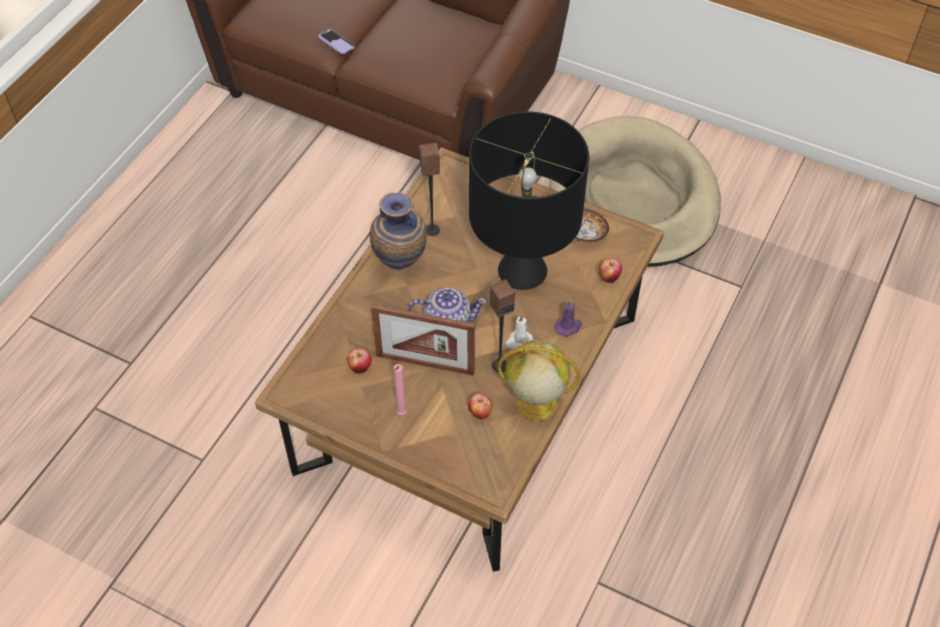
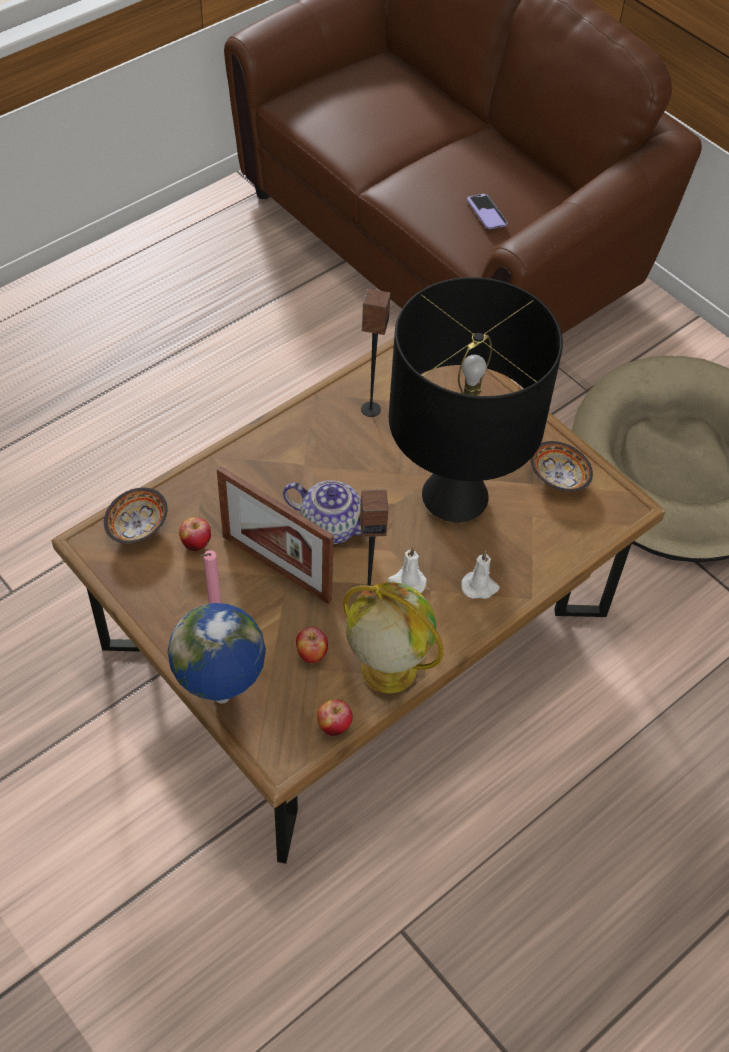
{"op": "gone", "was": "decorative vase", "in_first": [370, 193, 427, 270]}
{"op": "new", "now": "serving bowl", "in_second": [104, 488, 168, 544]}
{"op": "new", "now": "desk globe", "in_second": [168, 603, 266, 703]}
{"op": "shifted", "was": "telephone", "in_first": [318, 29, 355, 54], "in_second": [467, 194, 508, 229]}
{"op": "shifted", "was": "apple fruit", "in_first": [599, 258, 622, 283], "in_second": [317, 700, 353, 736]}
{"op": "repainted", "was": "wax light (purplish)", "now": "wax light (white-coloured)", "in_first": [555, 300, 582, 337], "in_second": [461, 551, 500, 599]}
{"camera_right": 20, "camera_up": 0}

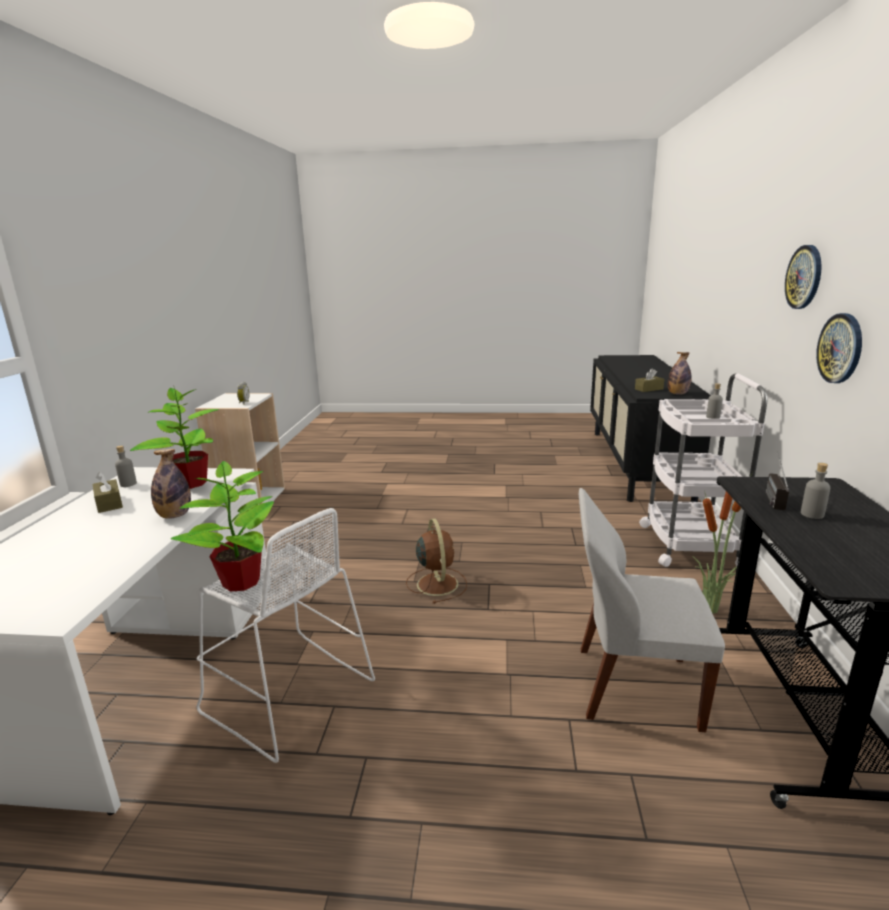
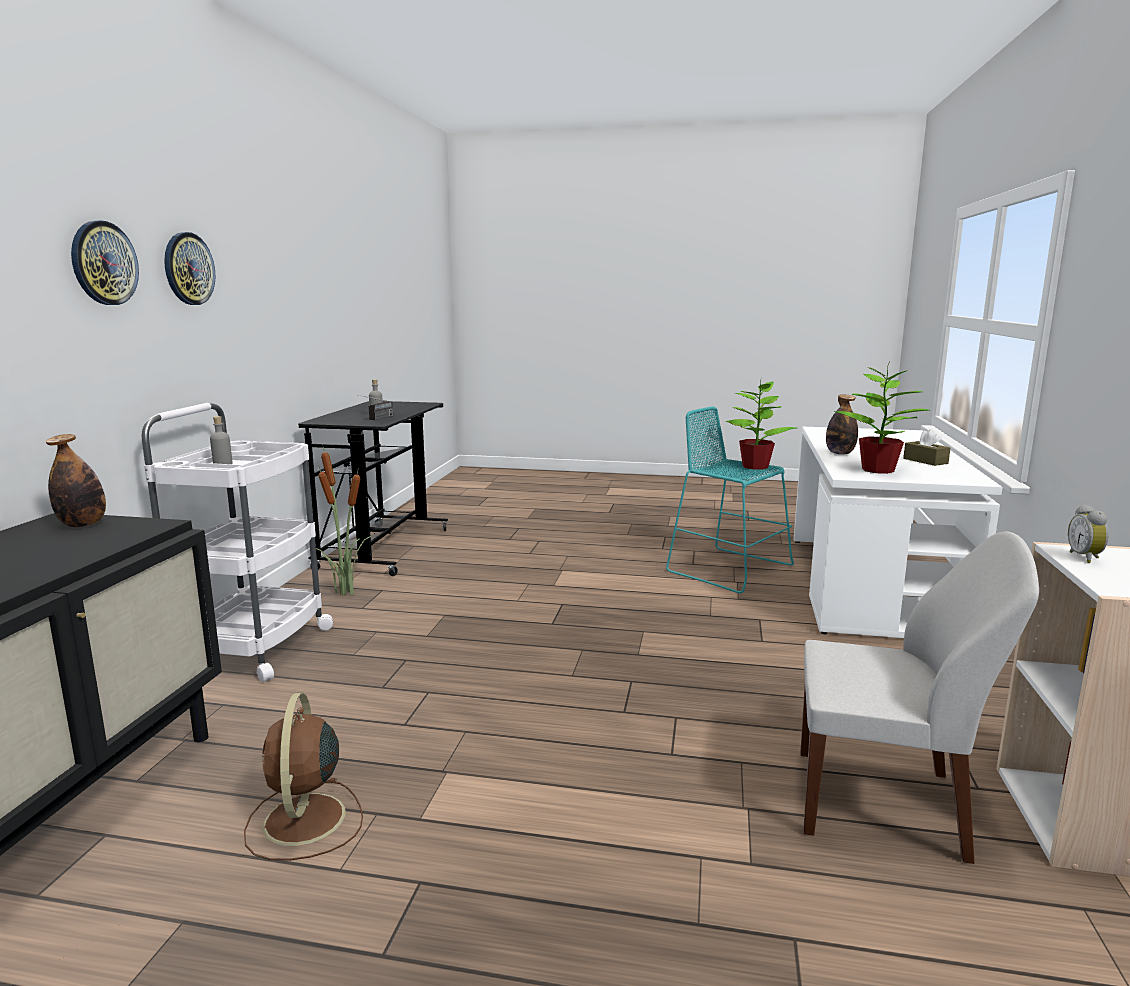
{"op": "gone", "was": "drink bottle (grey)", "in_first": [115, 446, 137, 487]}
{"op": "gone", "was": "tissue box (brown)", "in_first": [635, 369, 664, 392]}
{"op": "shifted", "was": "fan (brown)", "in_first": [406, 518, 467, 604], "in_second": [244, 692, 363, 861]}
{"op": "shifted", "was": "chair (white-coloured)", "in_first": [579, 488, 725, 733], "in_second": [801, 531, 1039, 864]}
{"op": "shifted", "was": "clock on the wall", "in_first": [816, 313, 862, 383], "in_second": [71, 220, 139, 305]}
{"op": "repainted", "was": "stool (white-coloured)", "now": "stool (blue-green)", "in_first": [196, 508, 375, 763], "in_second": [666, 406, 794, 593]}
{"camera_right": -175, "camera_up": -5}

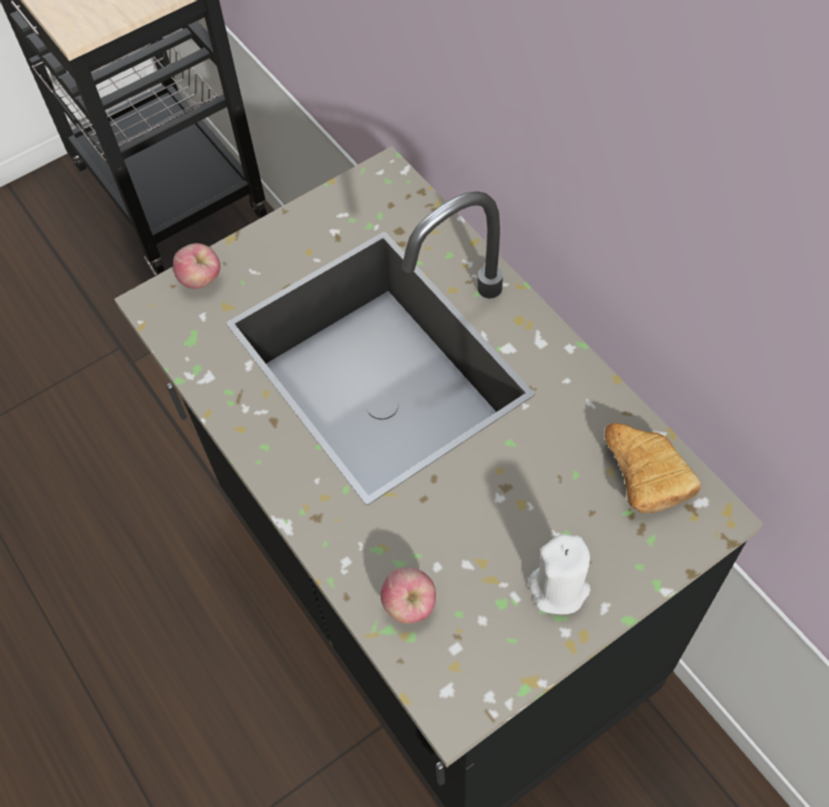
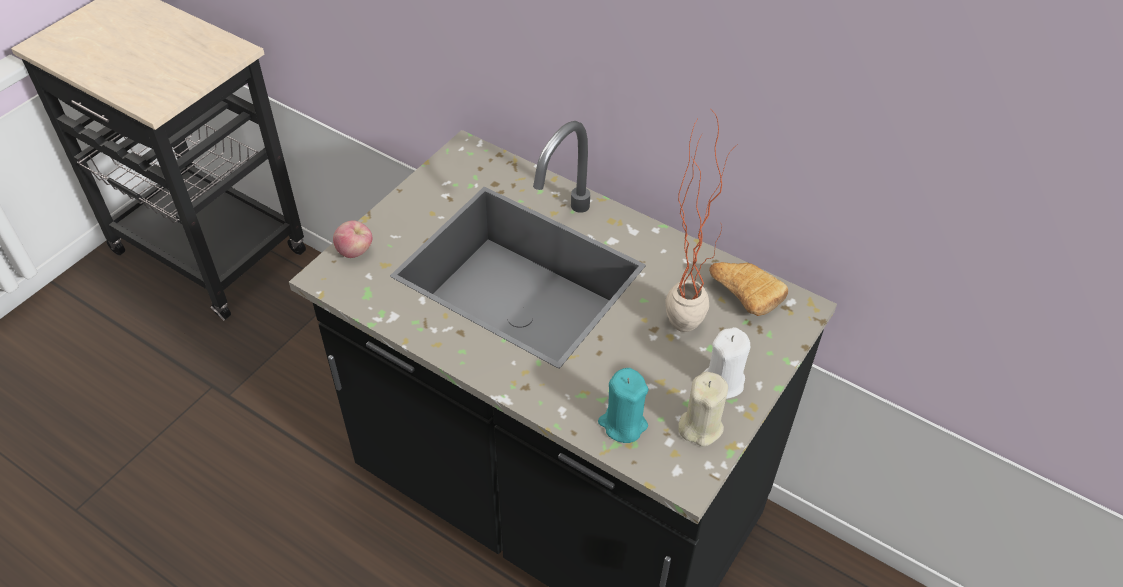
{"op": "new", "now": "houseplant", "in_second": [666, 113, 738, 332]}
{"op": "new", "now": "wax light (beige-coloured)", "in_second": [678, 371, 728, 447]}
{"op": "swapped", "was": "apple fruit", "now": "wax light (blue-green)", "in_first": [380, 568, 436, 623], "in_second": [598, 368, 649, 443]}
{"camera_right": -25, "camera_up": -10}

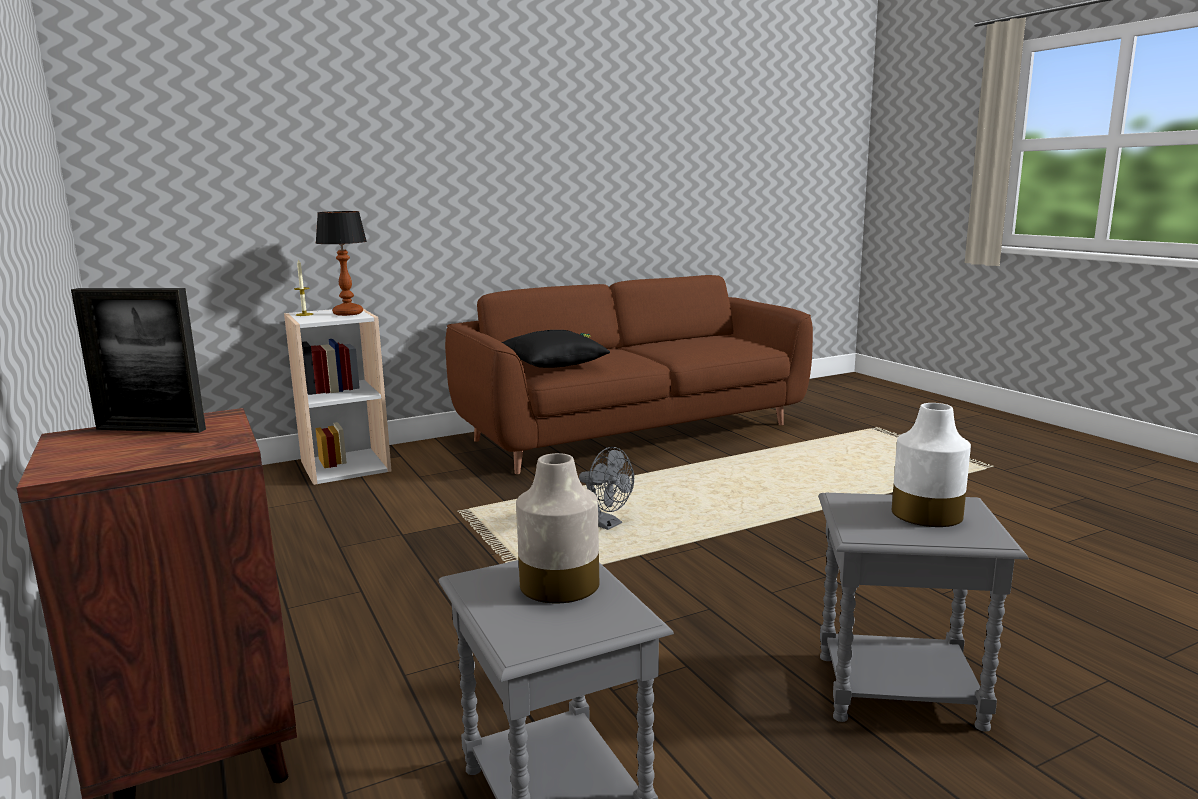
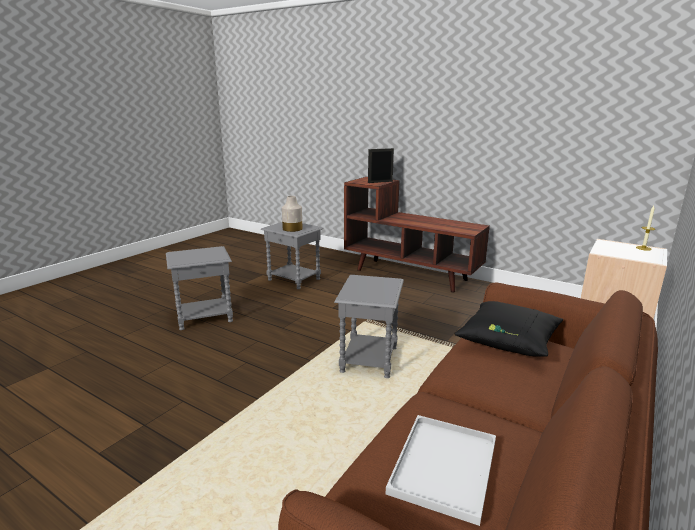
{"op": "gone", "was": "lamp for a table", "in_first": [316, 211, 367, 316]}
{"op": "gone", "was": "decorative vase (white-coloured)", "in_first": [892, 403, 971, 527]}
{"op": "new", "now": "tray (white-coloured)", "in_second": [386, 415, 496, 526]}
{"op": "swapped", "was": "fan (grey)", "now": "side table (grey)", "in_first": [579, 447, 634, 530], "in_second": [334, 275, 404, 378]}
{"camera_right": 150, "camera_up": 5}

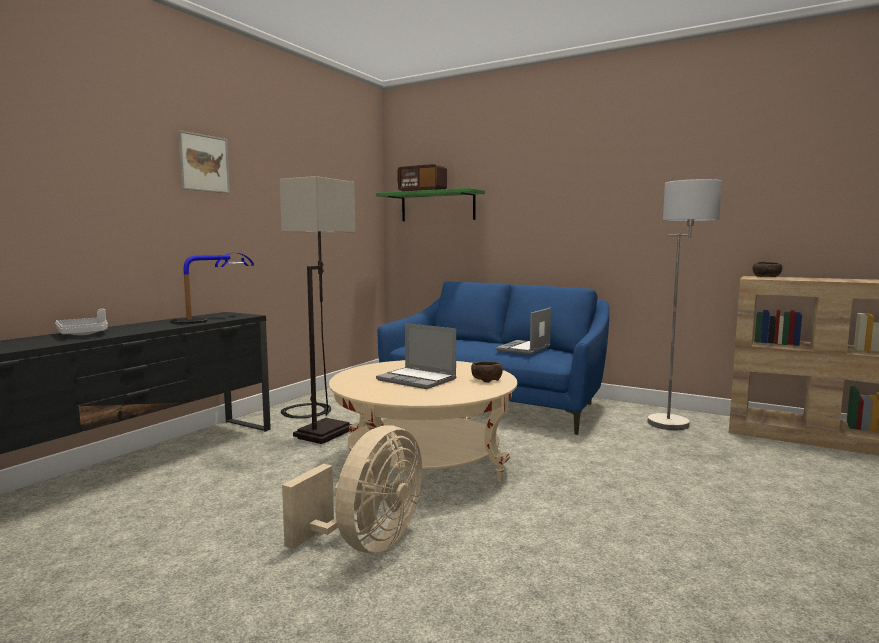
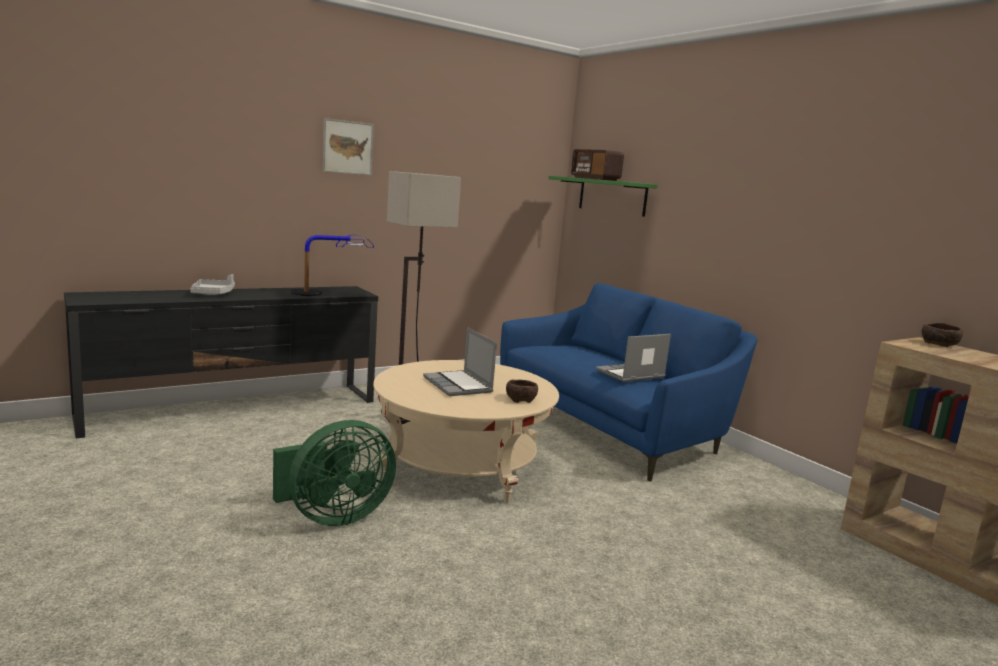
{"op": "gone", "was": "floor lamp (grey)", "in_first": [648, 179, 722, 430]}
{"op": "repainted", "was": "fan (beige-coloured)", "now": "fan (green-coloured)", "in_first": [282, 425, 422, 553], "in_second": [273, 420, 396, 526]}
{"camera_right": 25, "camera_up": 5}

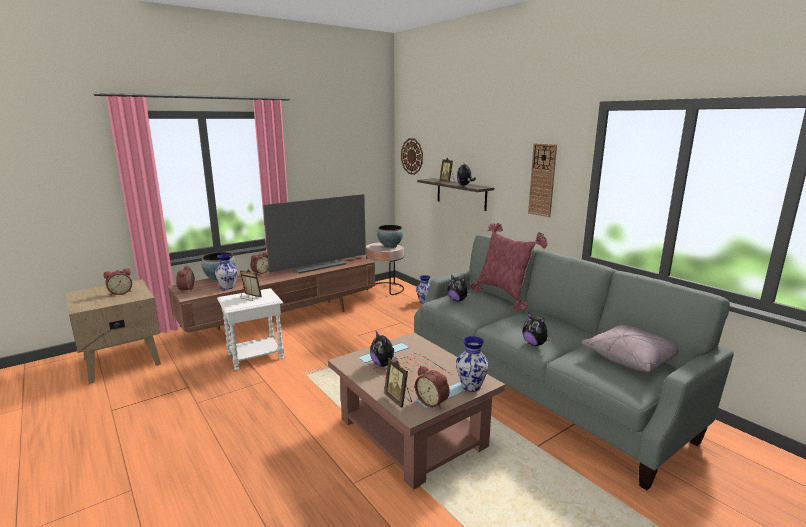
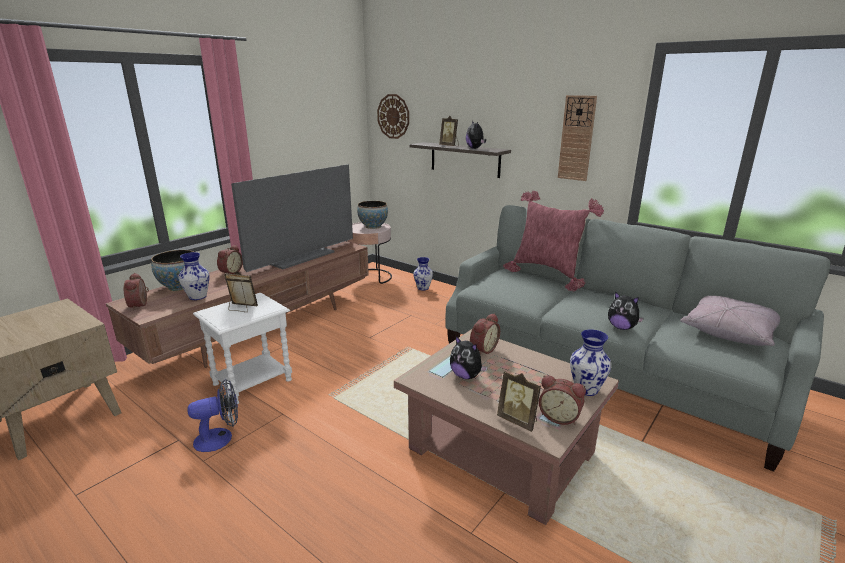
{"op": "gone", "was": "cuddly toy", "in_first": [447, 274, 471, 301]}
{"op": "new", "now": "fan", "in_second": [187, 379, 238, 452]}
{"op": "shifted", "was": "alarm clock", "in_first": [103, 268, 132, 296], "in_second": [470, 313, 500, 354]}
{"camera_right": -15, "camera_up": 5}

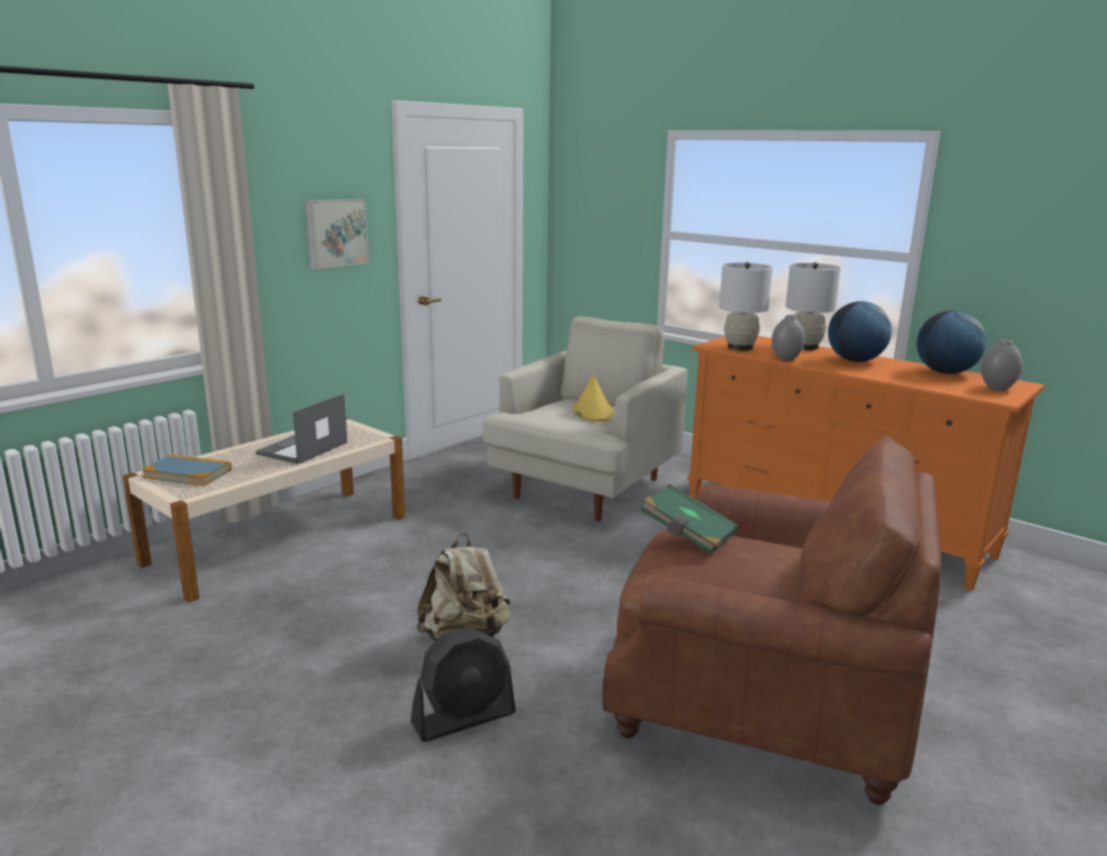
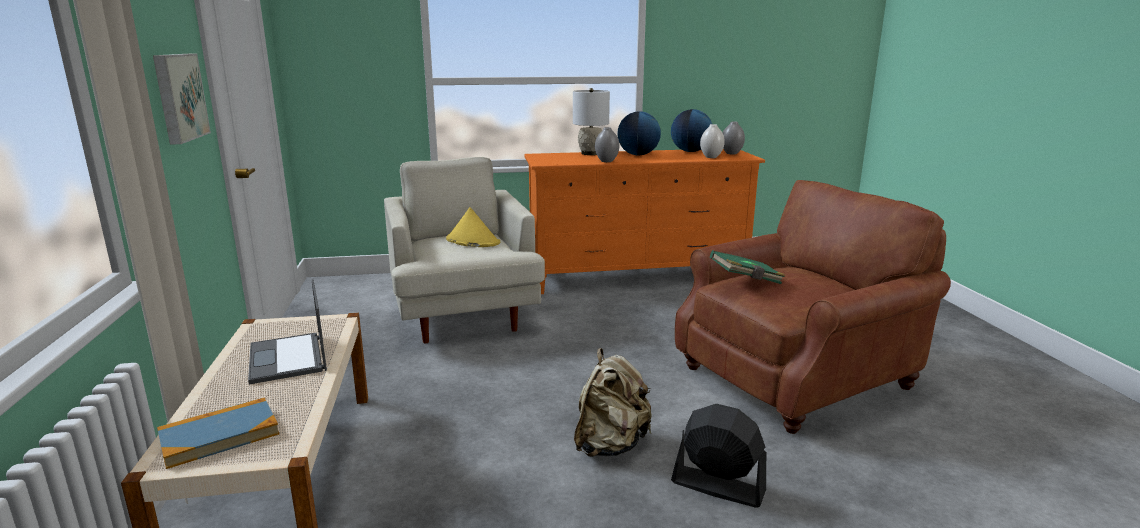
{"op": "gone", "was": "lamp for a table (white-coloured)", "in_first": [719, 262, 773, 350]}
{"op": "new", "now": "decorative vase (white-coloured)", "in_second": [700, 124, 725, 158]}
{"op": "rotated", "was": "fan (black)", "in_first": [411, 628, 516, 742], "in_second": [671, 404, 767, 508], "clockwise": -75}
{"camera_right": -50, "camera_up": 0}

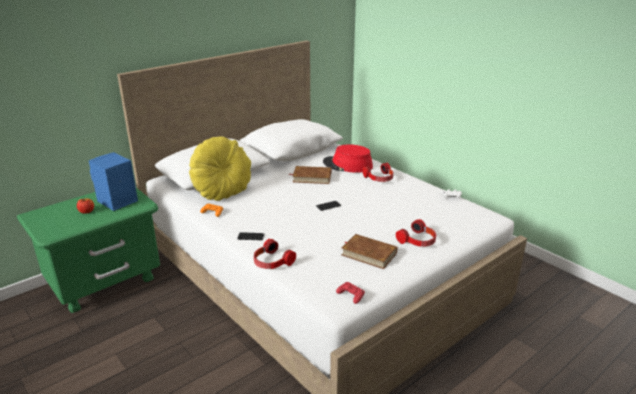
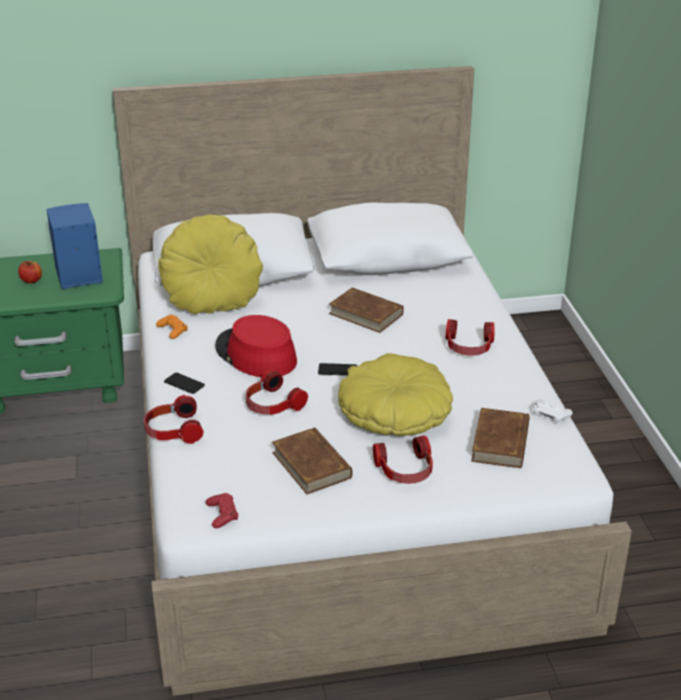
{"op": "new", "now": "pair of headphones", "in_second": [246, 370, 308, 415]}
{"op": "new", "now": "pillow (yellowish)", "in_second": [338, 353, 453, 436]}
{"op": "new", "now": "bound book (brown)", "in_second": [471, 408, 529, 468]}
{"op": "shifted", "was": "hat (reddish)", "in_first": [323, 144, 373, 173], "in_second": [215, 315, 297, 377]}
{"camera_right": 30, "camera_up": 5}

